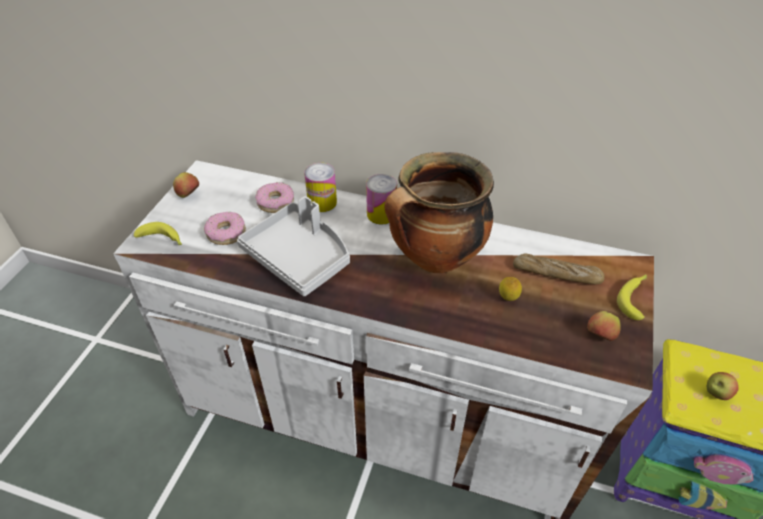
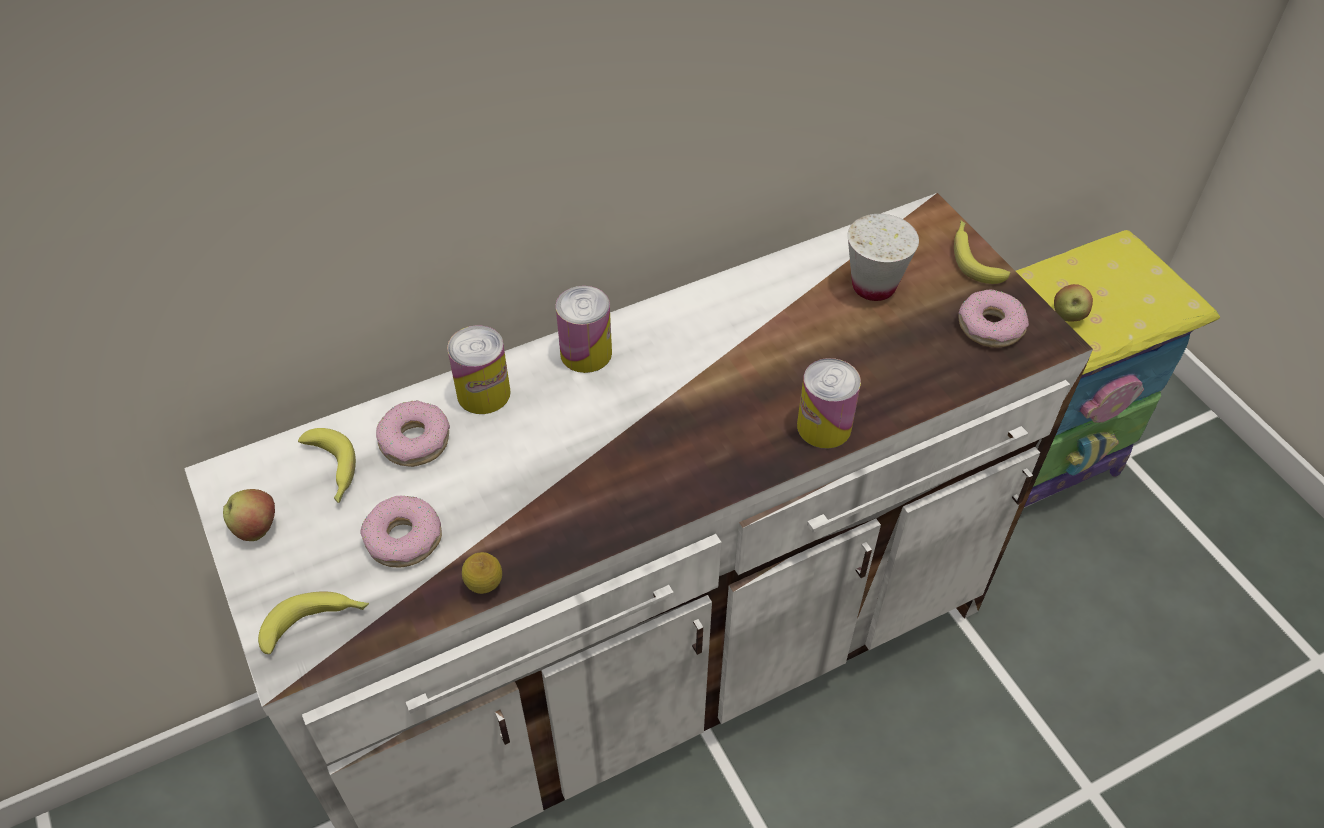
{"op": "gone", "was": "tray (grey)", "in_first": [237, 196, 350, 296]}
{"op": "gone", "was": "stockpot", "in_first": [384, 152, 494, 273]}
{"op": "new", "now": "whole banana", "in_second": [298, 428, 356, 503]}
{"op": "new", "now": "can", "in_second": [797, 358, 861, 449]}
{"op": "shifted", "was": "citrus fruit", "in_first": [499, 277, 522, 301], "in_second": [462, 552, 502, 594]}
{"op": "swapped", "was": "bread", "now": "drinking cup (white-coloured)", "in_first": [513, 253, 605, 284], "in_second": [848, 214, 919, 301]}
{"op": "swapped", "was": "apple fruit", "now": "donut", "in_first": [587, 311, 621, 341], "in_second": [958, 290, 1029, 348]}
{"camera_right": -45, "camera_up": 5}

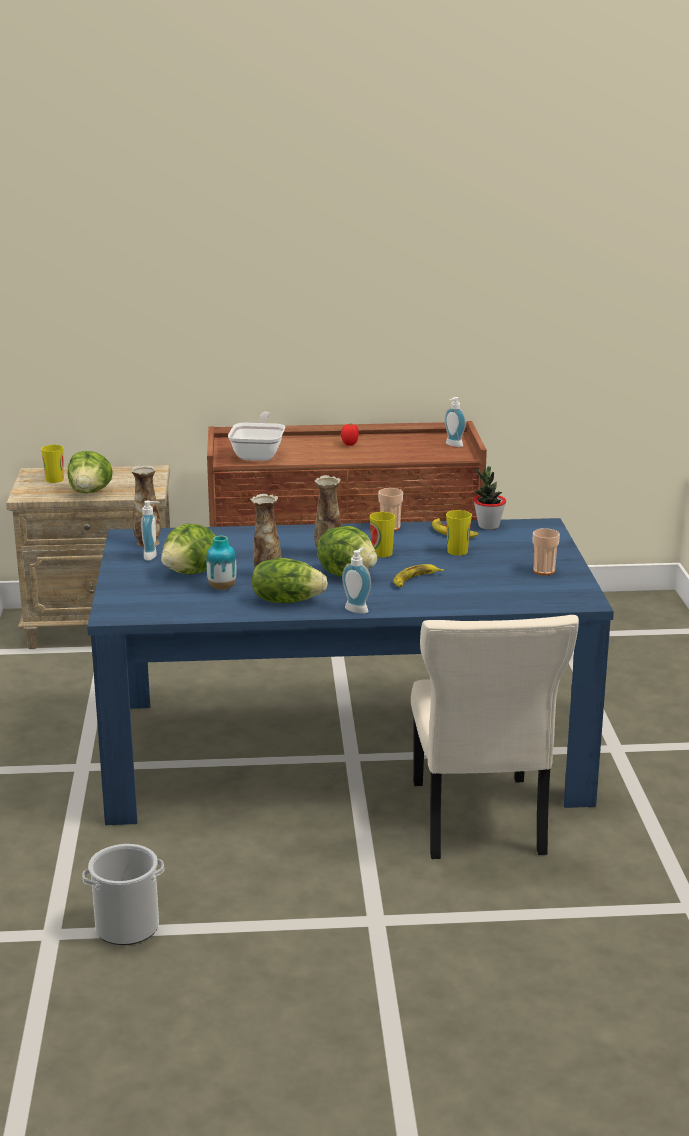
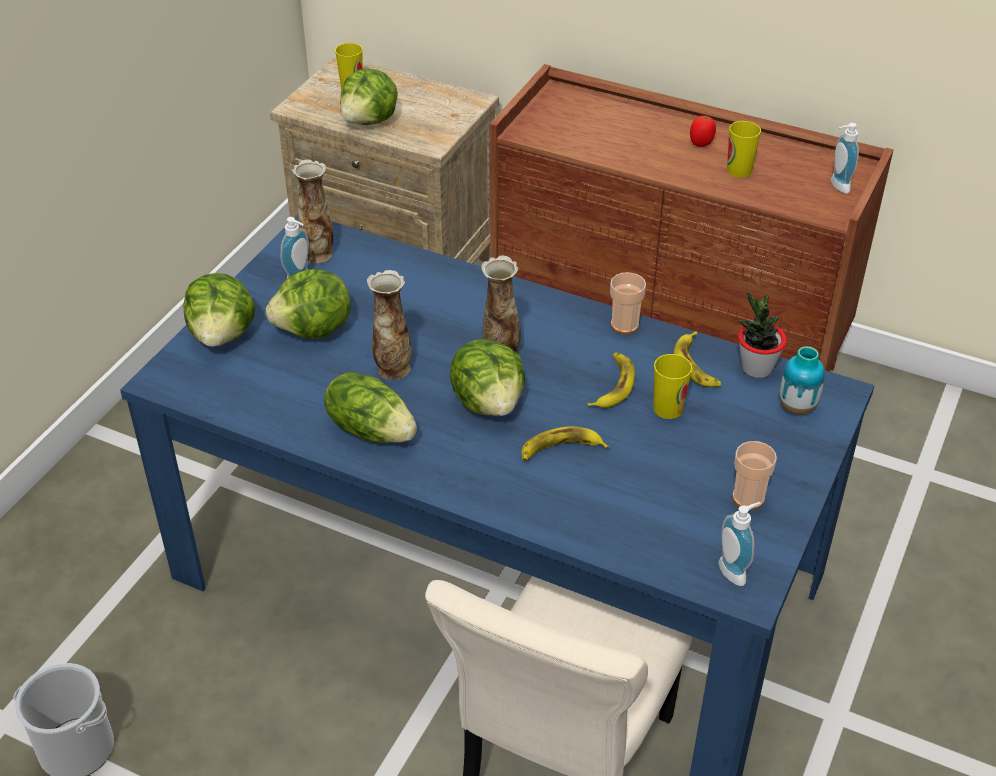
{"op": "gone", "was": "skillet", "in_first": [228, 412, 285, 461]}
{"op": "new", "now": "lettuce", "in_second": [183, 273, 256, 347]}
{"op": "new", "now": "whole banana", "in_second": [587, 353, 635, 408]}
{"op": "shifted", "was": "decorative vase", "in_first": [206, 536, 236, 590], "in_second": [780, 346, 825, 415]}
{"op": "shifted", "was": "soap bottle", "in_first": [342, 547, 371, 614], "in_second": [718, 502, 761, 586]}
{"op": "shifted", "was": "drinking cup", "in_first": [370, 512, 396, 557], "in_second": [727, 121, 761, 177]}
{"camera_right": 30, "camera_up": 20}

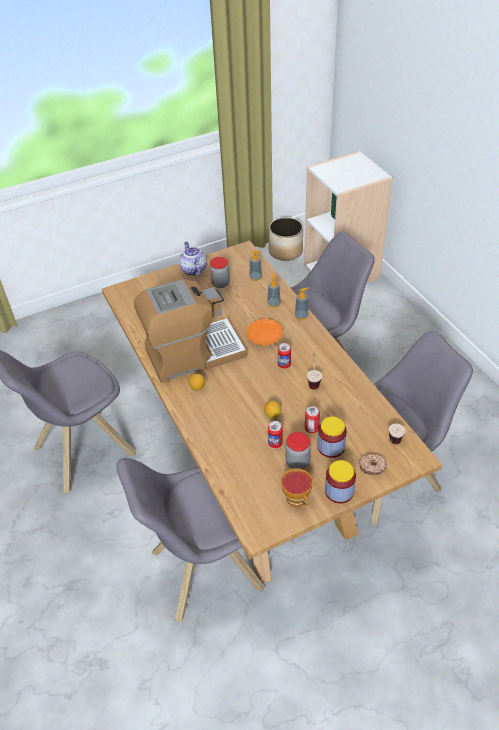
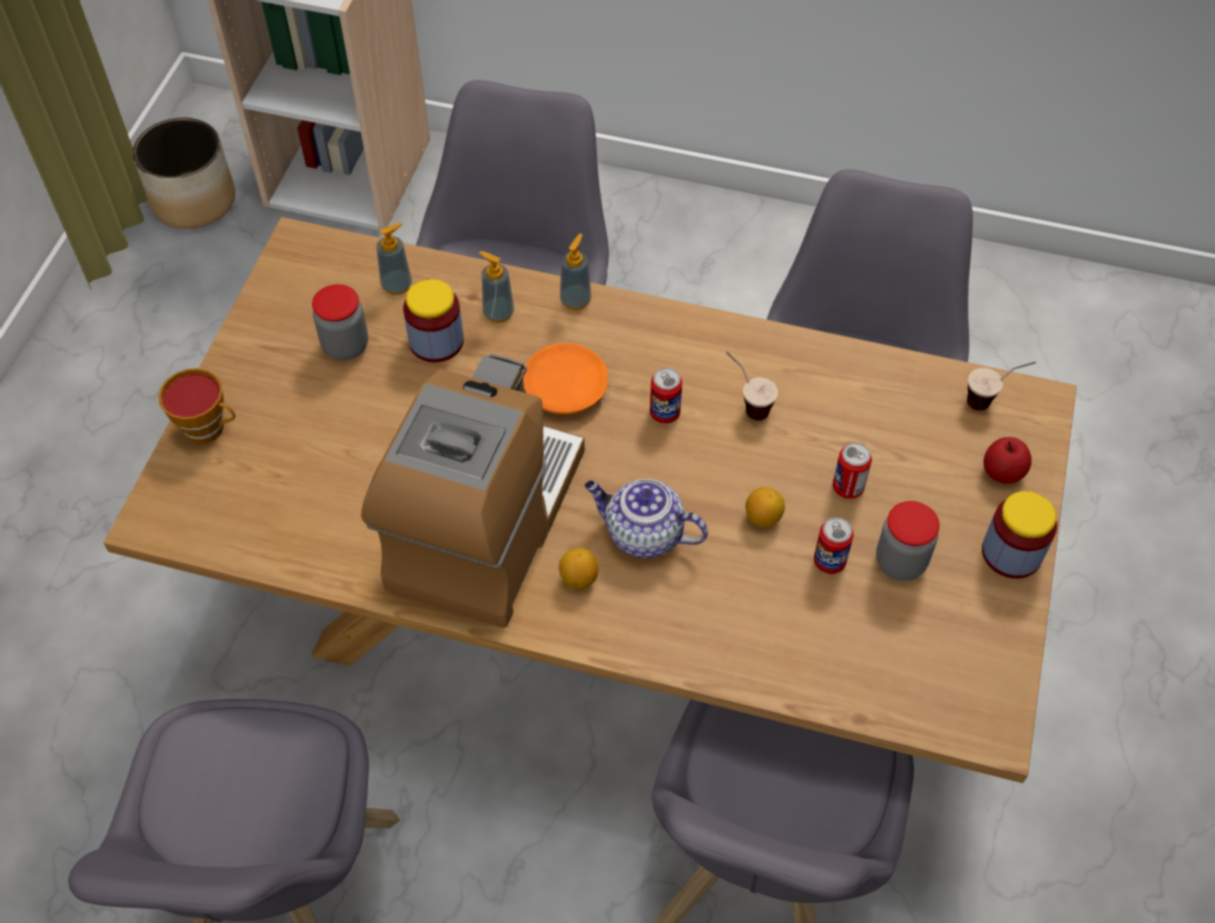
{"op": "shifted", "was": "teapot", "in_first": [179, 242, 207, 276], "in_second": [584, 479, 708, 558]}
{"op": "shifted", "was": "drinking cup", "in_first": [281, 468, 313, 507], "in_second": [158, 368, 236, 444]}
{"op": "shifted", "was": "storage jar", "in_first": [317, 416, 347, 458], "in_second": [403, 279, 464, 363]}
{"op": "swapped", "was": "donut", "now": "apple fruit", "in_first": [358, 454, 387, 475], "in_second": [983, 437, 1032, 484]}
{"camera_right": -50, "camera_up": 10}

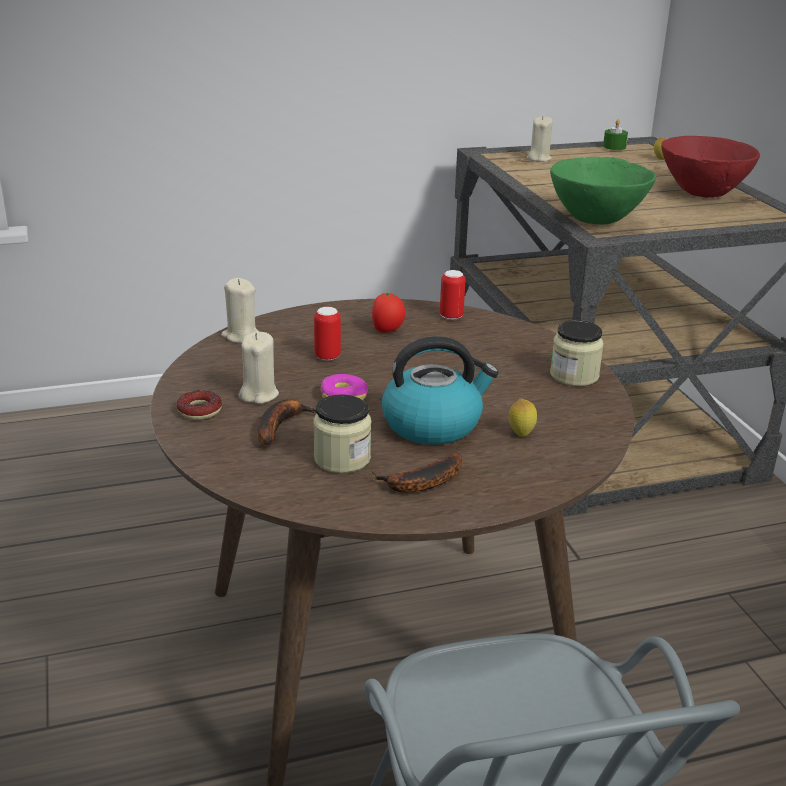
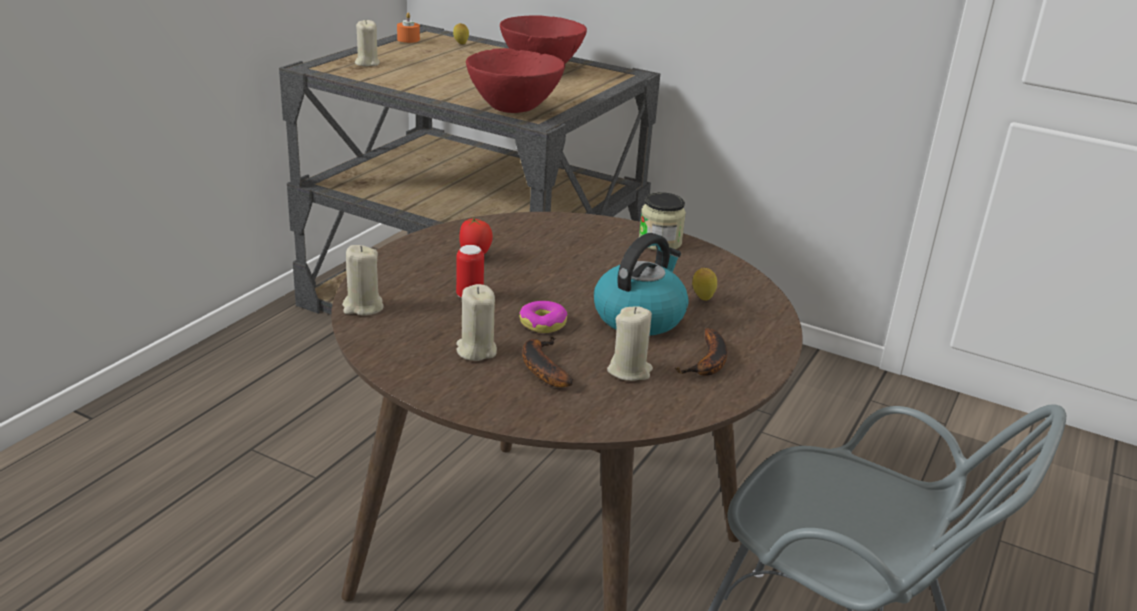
{"op": "gone", "was": "donut", "in_first": [177, 390, 222, 420]}
{"op": "gone", "was": "can", "in_first": [440, 270, 466, 320]}
{"op": "swapped", "was": "storage jar", "now": "wax light (beige-coloured)", "in_first": [313, 394, 371, 473], "in_second": [607, 306, 653, 381]}
{"op": "repainted", "was": "serving bowl (green-coloured)", "now": "serving bowl (reddish)", "in_first": [550, 157, 656, 225], "in_second": [466, 48, 565, 113]}
{"op": "repainted", "was": "wax light (green-coloured)", "now": "wax light (orange)", "in_first": [603, 119, 628, 150], "in_second": [397, 13, 420, 43]}
{"camera_right": -45, "camera_up": 0}

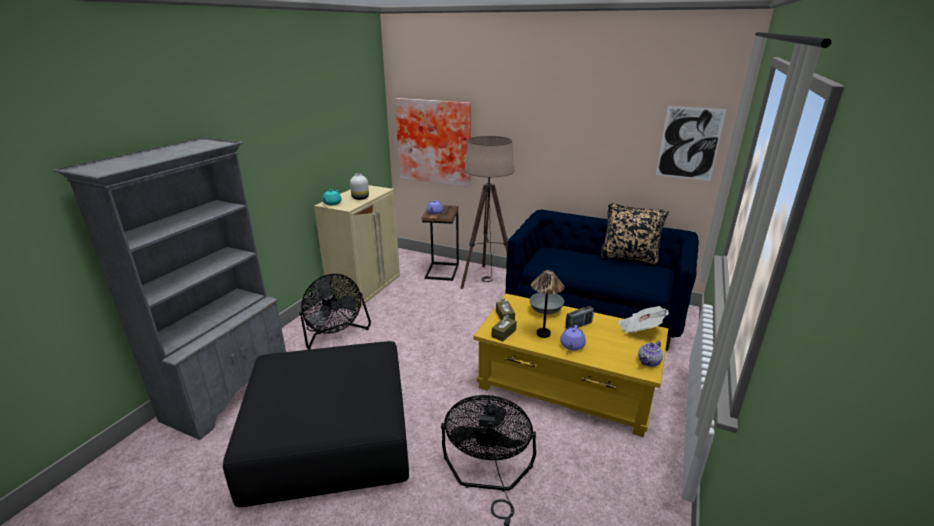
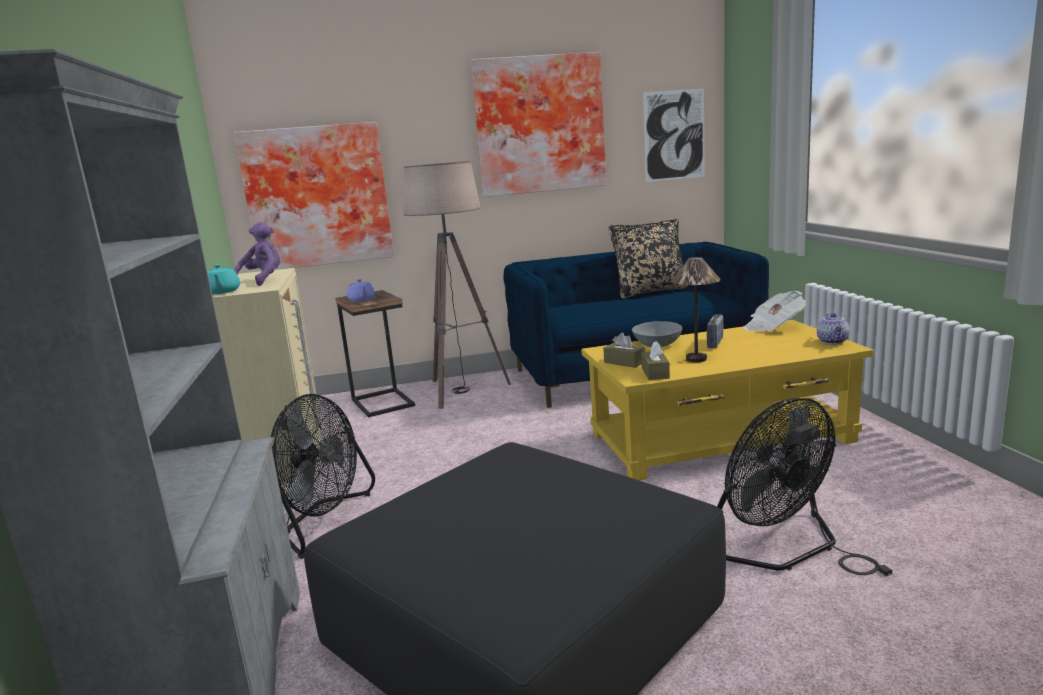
{"op": "gone", "was": "teapot (purplish)", "in_first": [560, 325, 586, 350]}
{"op": "new", "now": "wall art", "in_second": [471, 52, 606, 197]}
{"op": "swapped", "was": "decorative vase (white-coloured)", "now": "cuddly toy (purplish)", "in_first": [350, 173, 369, 200], "in_second": [234, 222, 280, 286]}
{"camera_right": -35, "camera_up": -10}

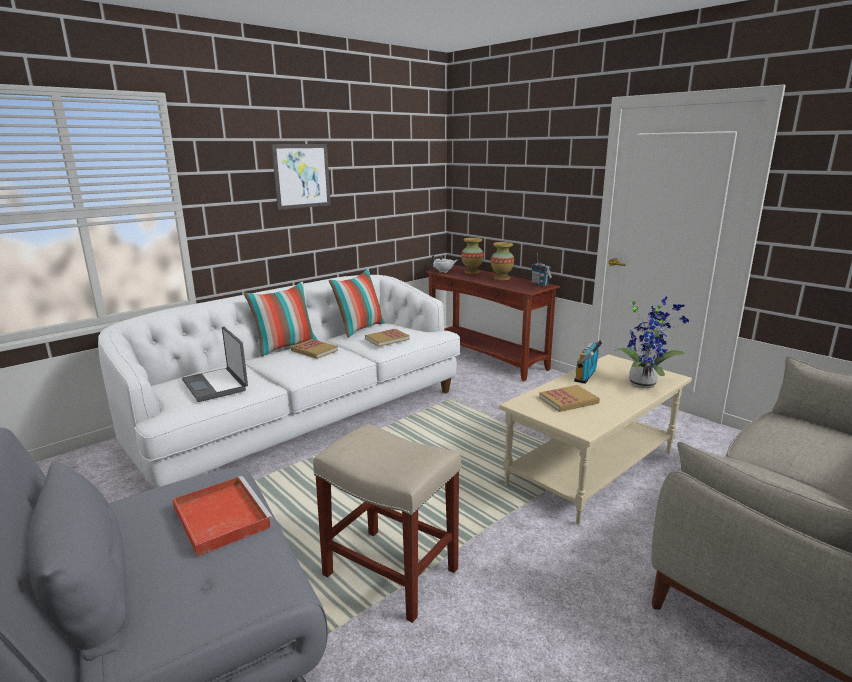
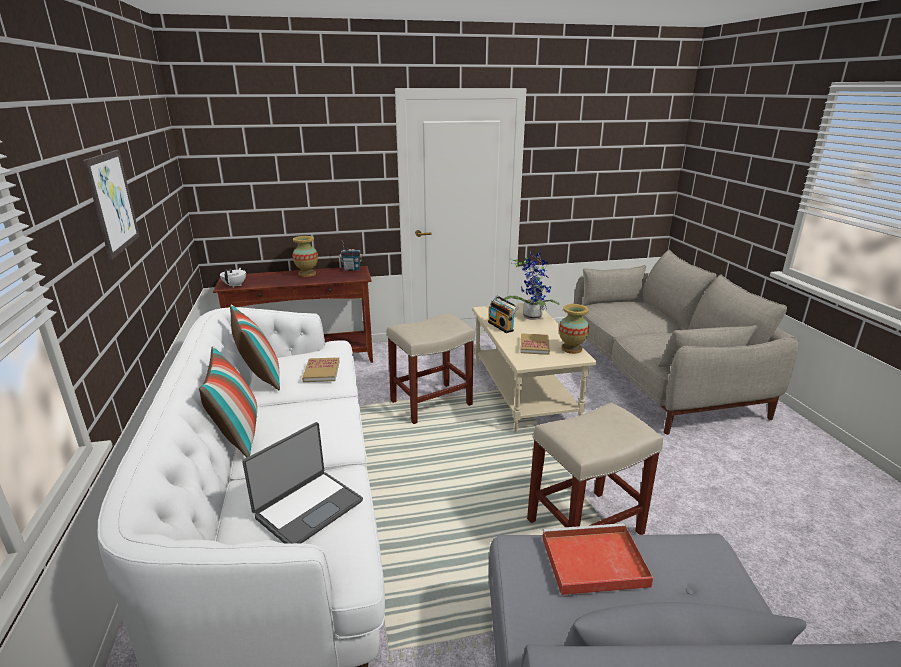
{"op": "gone", "was": "bound book", "in_first": [291, 339, 338, 359]}
{"op": "new", "now": "stool (beige-coloured)", "in_second": [387, 313, 475, 424]}
{"op": "shifted", "was": "decorative vase", "in_first": [461, 238, 484, 274], "in_second": [559, 304, 589, 354]}
{"op": "rotated", "was": "laptop", "in_first": [182, 327, 248, 402], "in_second": [242, 422, 363, 544], "clockwise": -45}
{"camera_right": -60, "camera_up": 5}

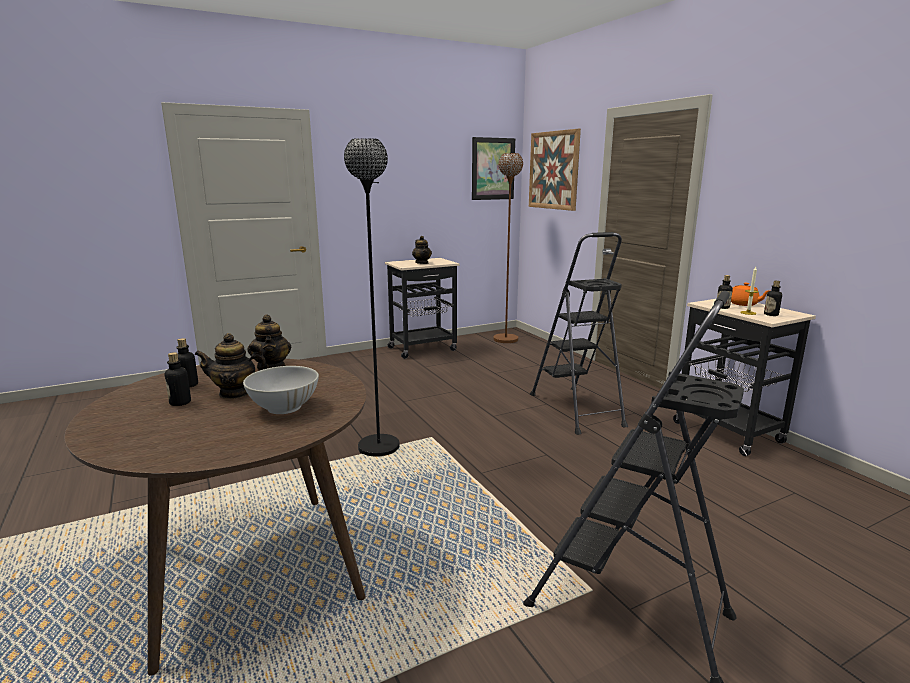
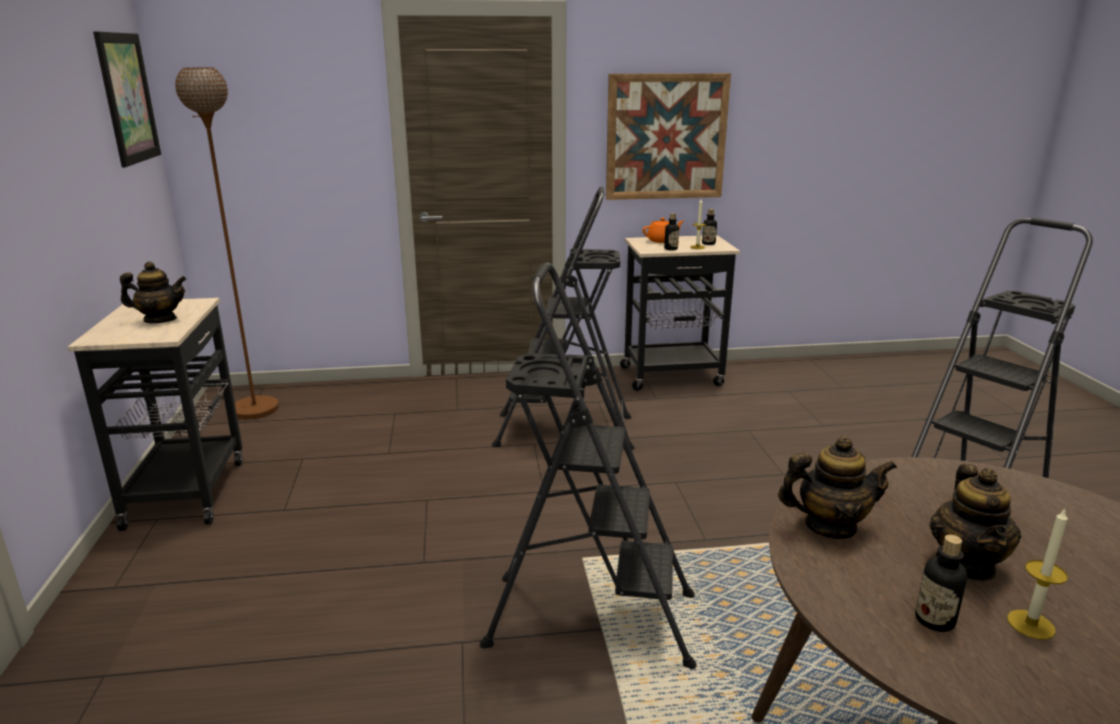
{"op": "gone", "was": "serving bowl (white-coloured)", "in_first": [243, 366, 319, 414]}
{"op": "shifted", "was": "wall art", "in_first": [529, 129, 581, 211], "in_second": [606, 73, 731, 200]}
{"op": "swapped", "was": "drink bottle", "now": "wax light", "in_first": [165, 352, 191, 406], "in_second": [1007, 508, 1068, 640]}
{"op": "swapped", "was": "floor lamp (black)", "now": "step stool", "in_first": [344, 138, 399, 456], "in_second": [480, 262, 697, 669]}
{"camera_right": -70, "camera_up": 5}

